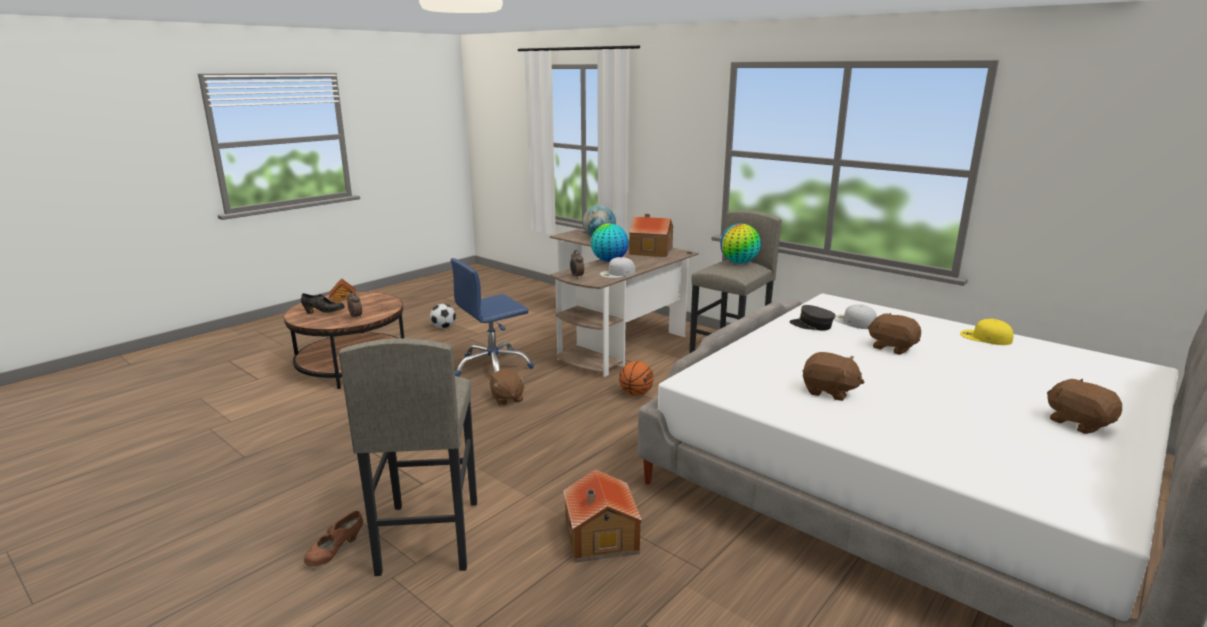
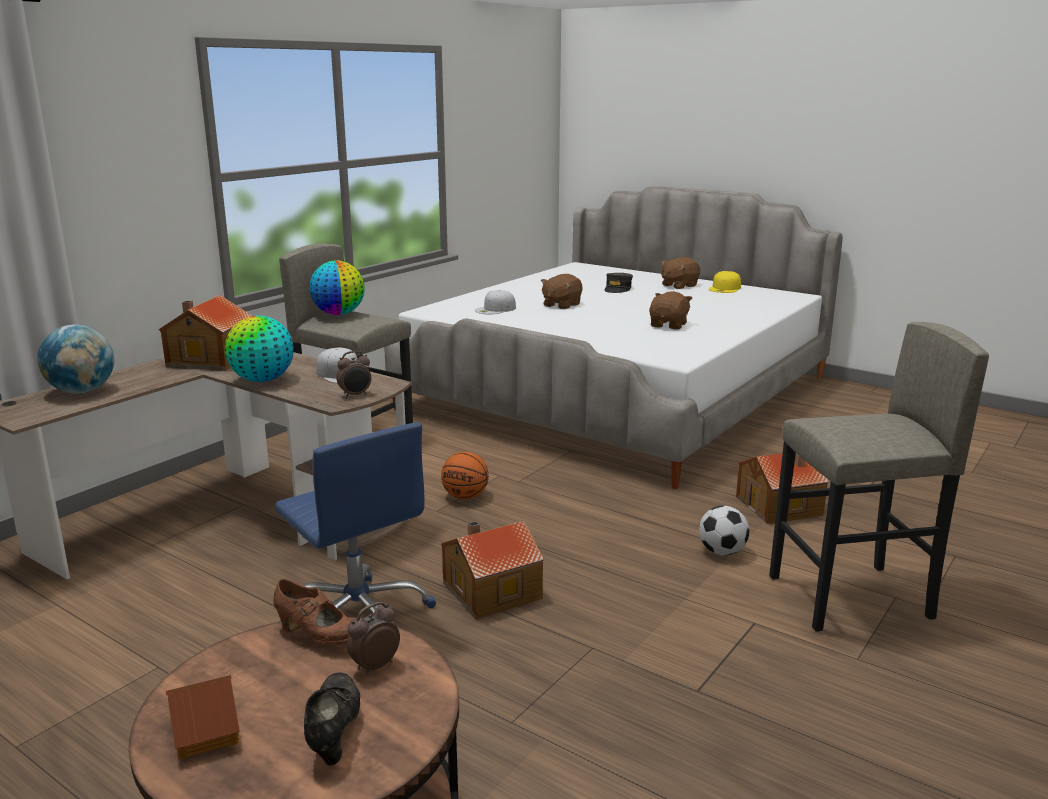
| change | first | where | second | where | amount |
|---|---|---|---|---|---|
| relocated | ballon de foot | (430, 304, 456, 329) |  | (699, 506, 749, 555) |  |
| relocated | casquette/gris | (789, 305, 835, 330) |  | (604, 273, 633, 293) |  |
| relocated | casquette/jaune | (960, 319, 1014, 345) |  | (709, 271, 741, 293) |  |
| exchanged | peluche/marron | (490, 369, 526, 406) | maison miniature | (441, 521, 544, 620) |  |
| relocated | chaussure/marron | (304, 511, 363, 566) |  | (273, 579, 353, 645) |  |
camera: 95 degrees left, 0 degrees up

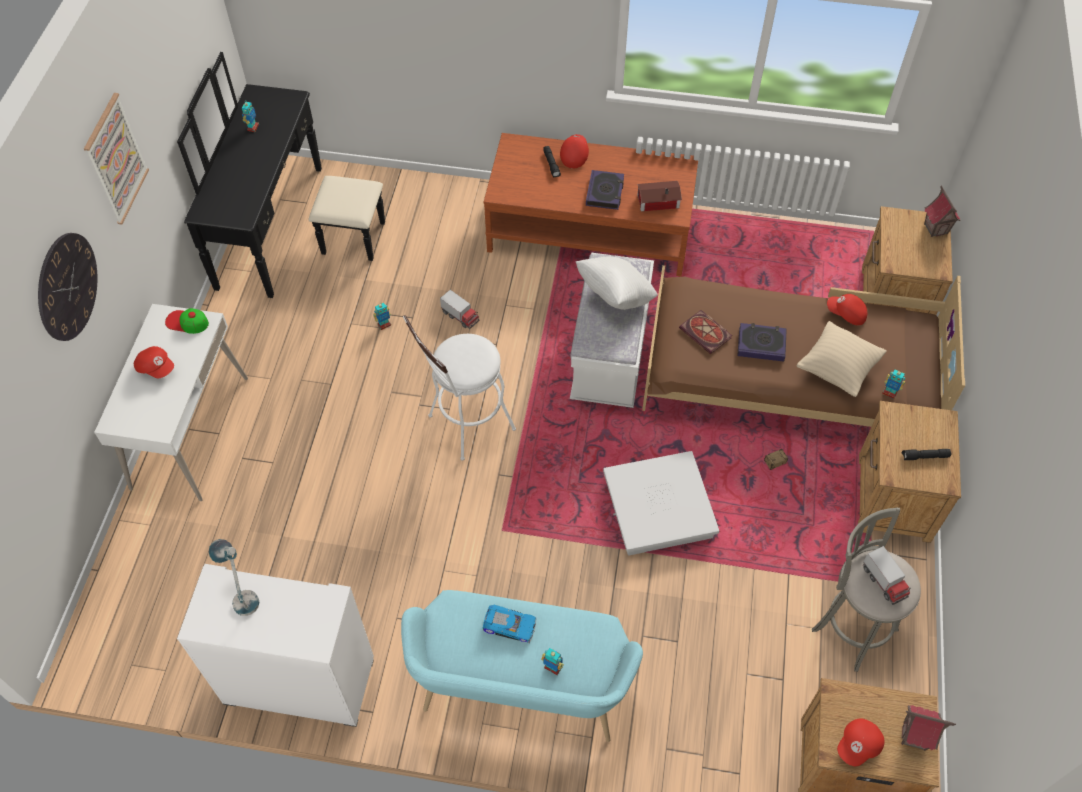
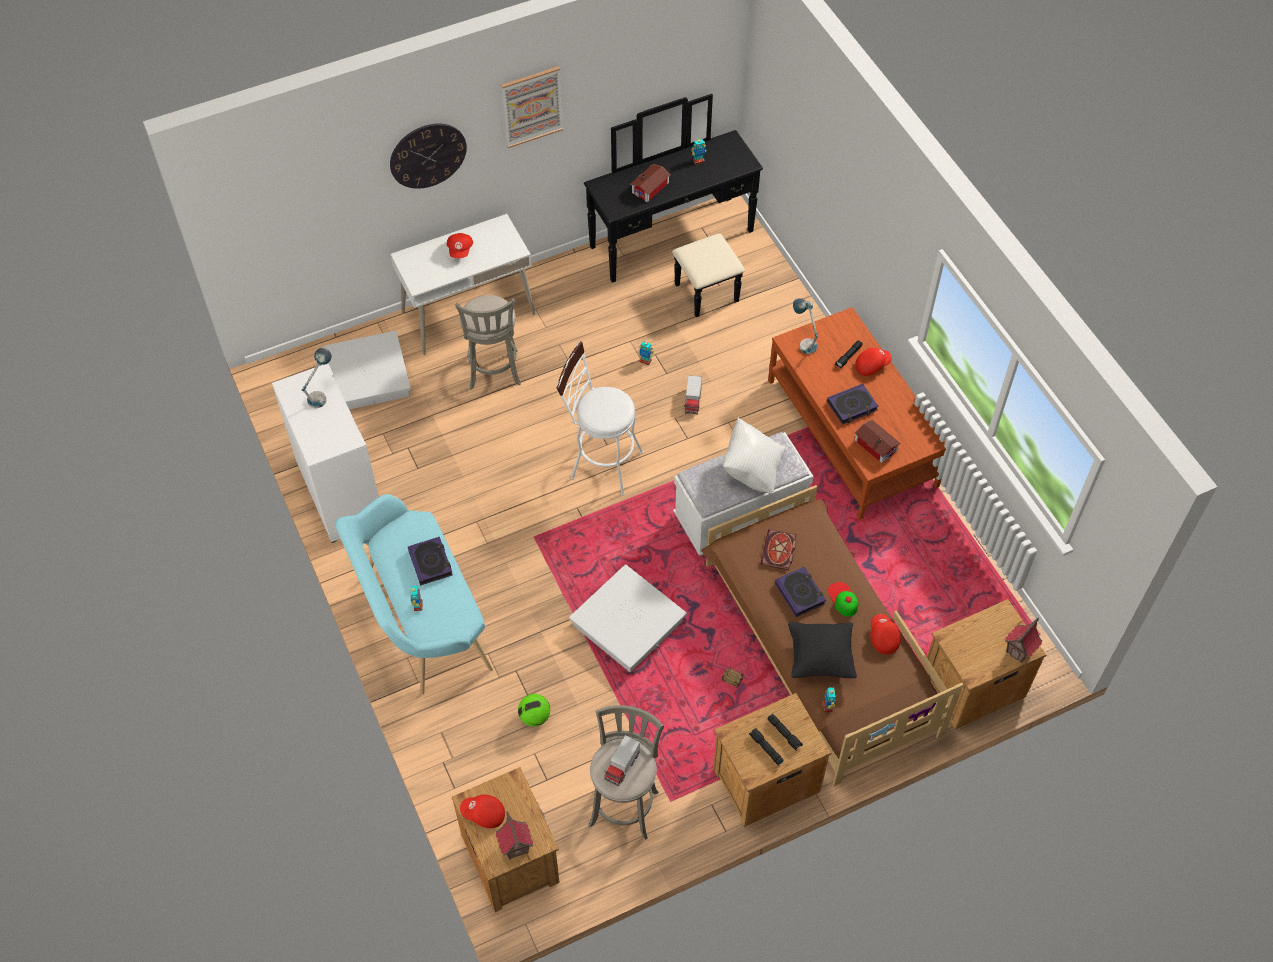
| change | first | where | second | where | amount |
|---|---|---|---|---|---|
| relocated | casquette | (165, 308, 209, 334) |  | (828, 582, 858, 617) |  |
| colour | coussin/beige | (797, 321, 886, 397) | coussin/noir | (788, 622, 857, 678) |  |
| exchanged | petite voiture | (483, 605, 536, 643) | livre | (408, 537, 453, 585) |  |
| appeared |  |  | maison miniature | (631, 164, 671, 202) |  |
| appeared |  |  | tabouret/gris | (455, 295, 521, 390) |  |
| appeared |  |  | lampe de table | (793, 298, 818, 354) |  |
| appeared |  |  | boîte de rangement/blanc | (323, 331, 411, 410) |  |
| appeared |  |  | ballon de foot | (518, 694, 550, 727) |  |
| appeared |  |  | lampe de poche/noir | (768, 714, 803, 750) |  |
camera: 55 degrees right, 0 degrees up

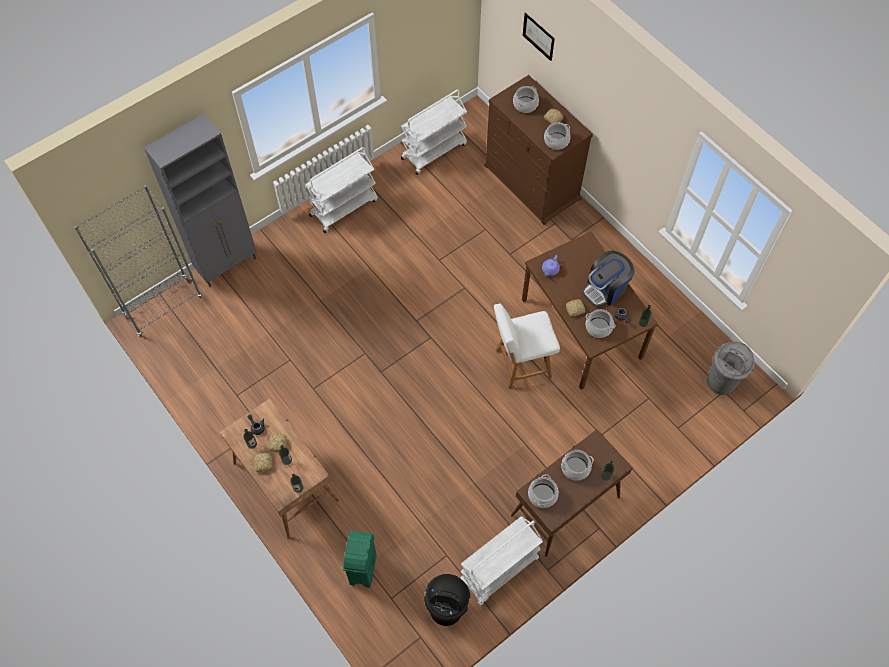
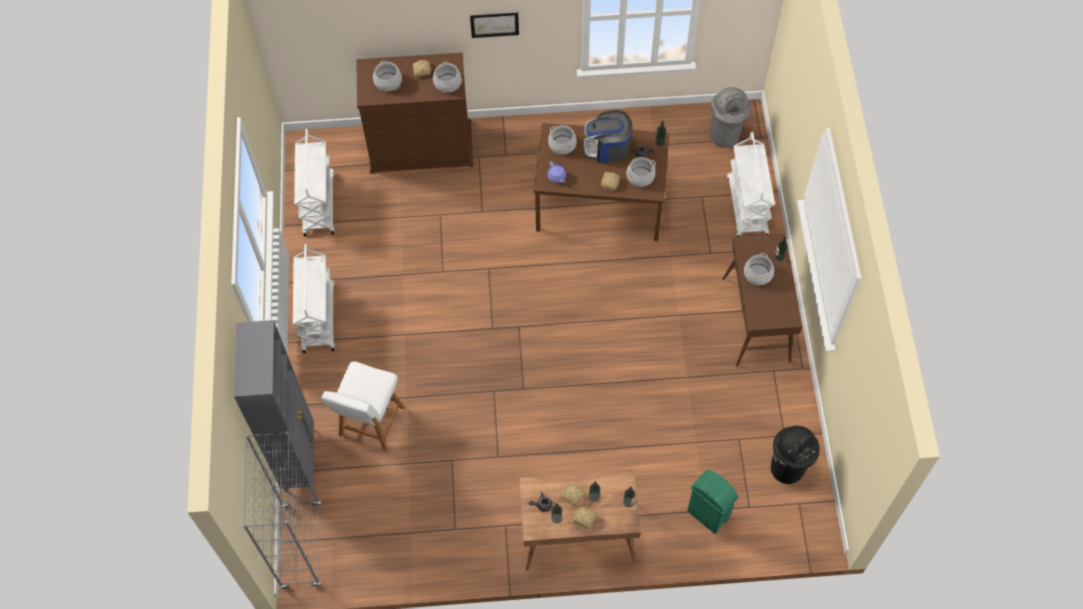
| change | first | where | second | where | amount |
|---|---|---|---|---|---|
| relocated | tableau | (523, 13, 555, 61) |  | (470, 13, 519, 38) |  |
| spun | machine à café | (582, 251, 635, 307) |  | (583, 110, 633, 163) | 90 degrees clockwise |
| relocated | chaise/blanc | (494, 304, 560, 389) |  | (321, 361, 404, 451) |  |
| relocated | marmite | (528, 474, 559, 508) |  | (548, 125, 577, 155) |  |
| relocated | chariot/blanc | (460, 516, 543, 606) |  | (727, 131, 775, 237) |  |
camera: 55 degrees left, 0 degrees up

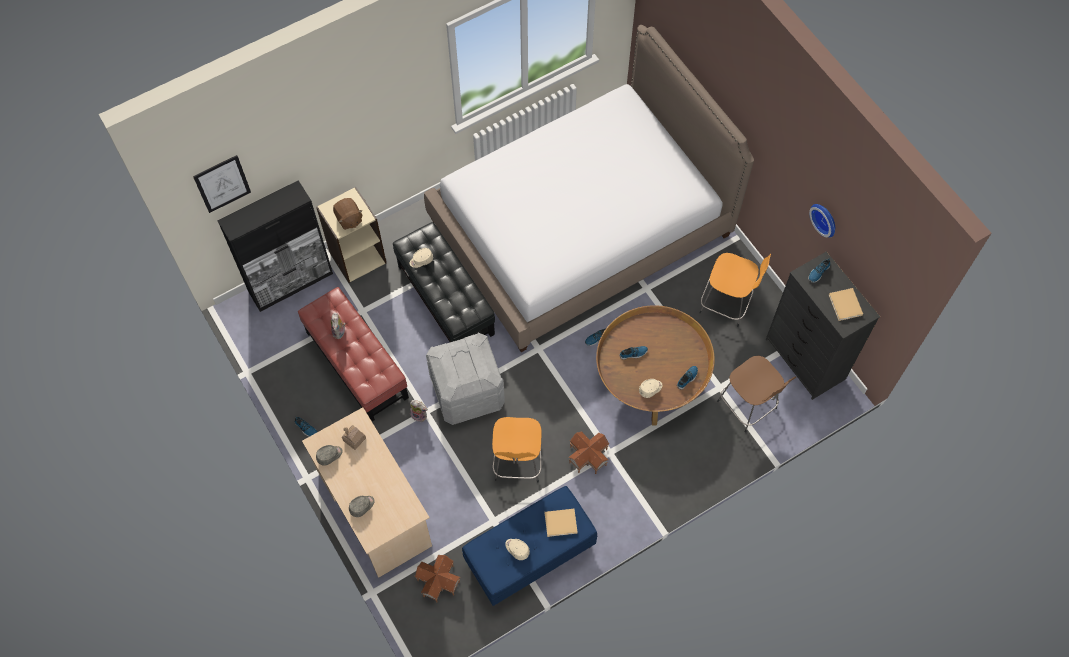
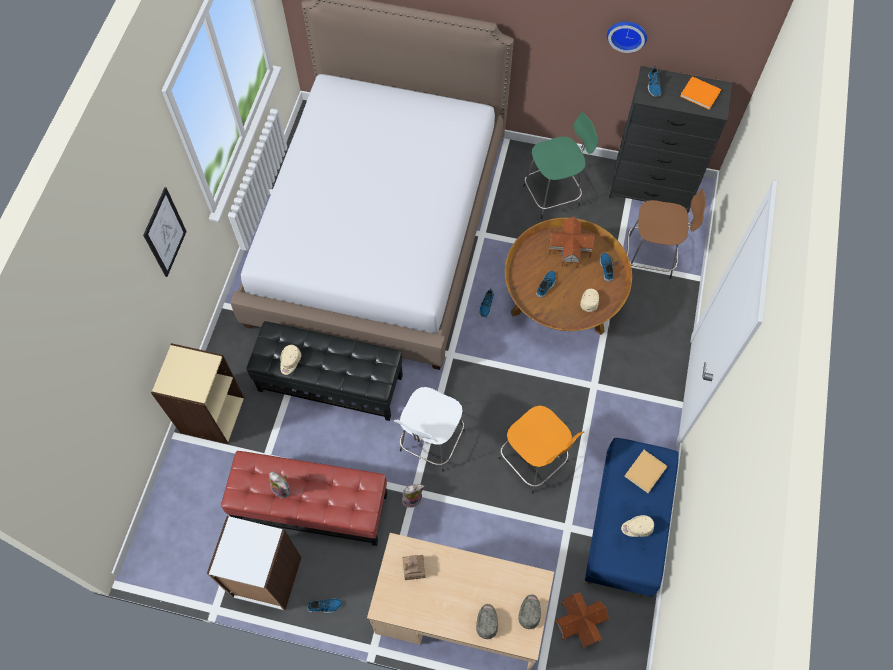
| change | first | where | second | where | amount |
|---|---|---|---|---|---|
| relocated | tableau | (193, 155, 251, 213) |  | (143, 187, 187, 277) |  |
| missing | meuble de rangement/noir | (217, 180, 333, 312) |  |  |  |
| missing | peluche/marron | (333, 198, 363, 230) |  |  |  |
| colour | tabouret/orange | (699, 253, 771, 327) | tabouret/vert | (523, 112, 598, 219) |  |
| colour | livre/beige | (829, 288, 863, 321) | livre/orange | (680, 76, 721, 110) |  |
| exchanged | boîte de rangement/gris | (426, 332, 505, 425) | tabouret/blanc | (394, 387, 465, 472) |  |
| relocated | maison miniature | (569, 431, 609, 474) |  | (549, 216, 595, 268) |  |
| relocated | casquette/gris | (316, 445, 342, 466) |  | (518, 594, 541, 629) |  |
| appeared |  |  | bibliothèque/blanc | (207, 516, 301, 611) |  |
camera: 45 degrees left, 0 degrees up

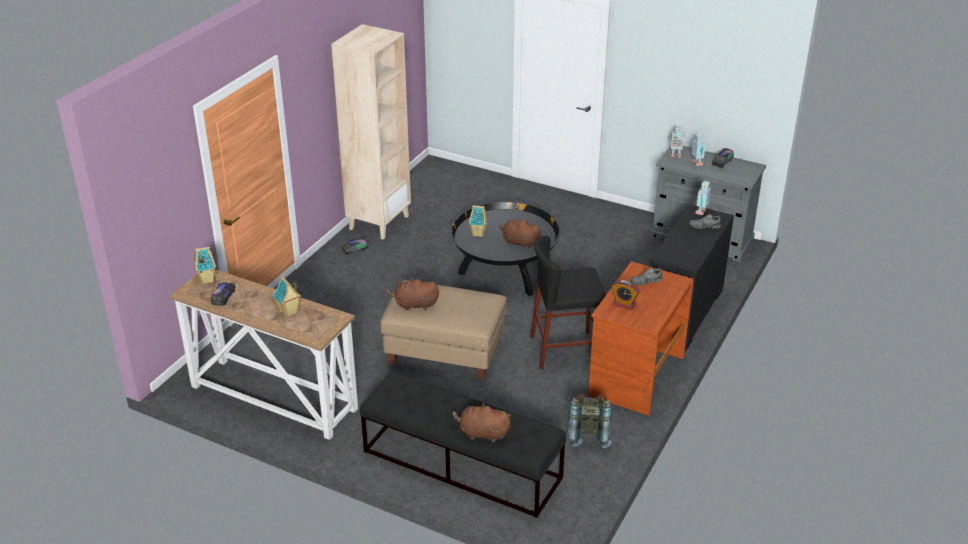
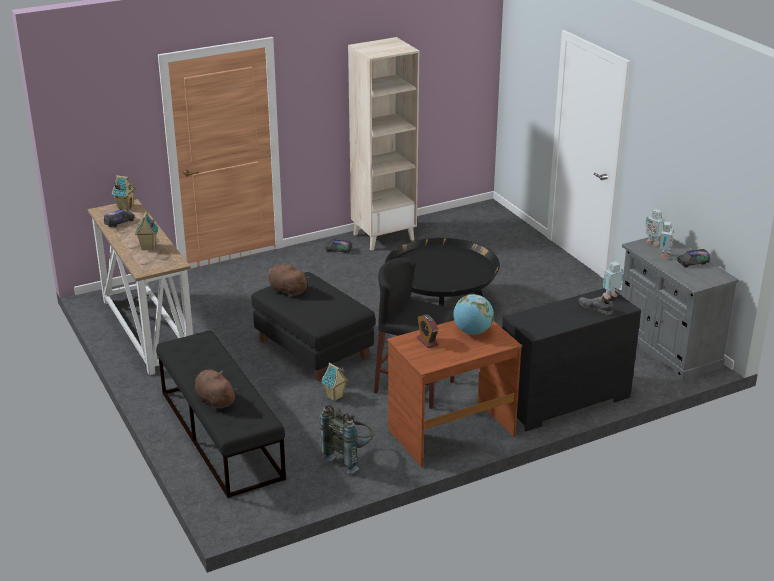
| change | first | where | second | where | amount |
|---|---|---|---|---|---|
| relocated | maison miniature | (469, 205, 488, 237) |  | (321, 363, 348, 402) |  |
| missing | peluche/marron | (499, 218, 543, 250) |  |  |  |
| exchanged | chaussure/gris | (630, 268, 663, 286) | globe | (453, 294, 494, 335) |  |
| colour | pouf/beige | (380, 280, 507, 379) | pouf/noir | (251, 272, 376, 381) |  |
camera: 35 degrees right, 5 degrees down

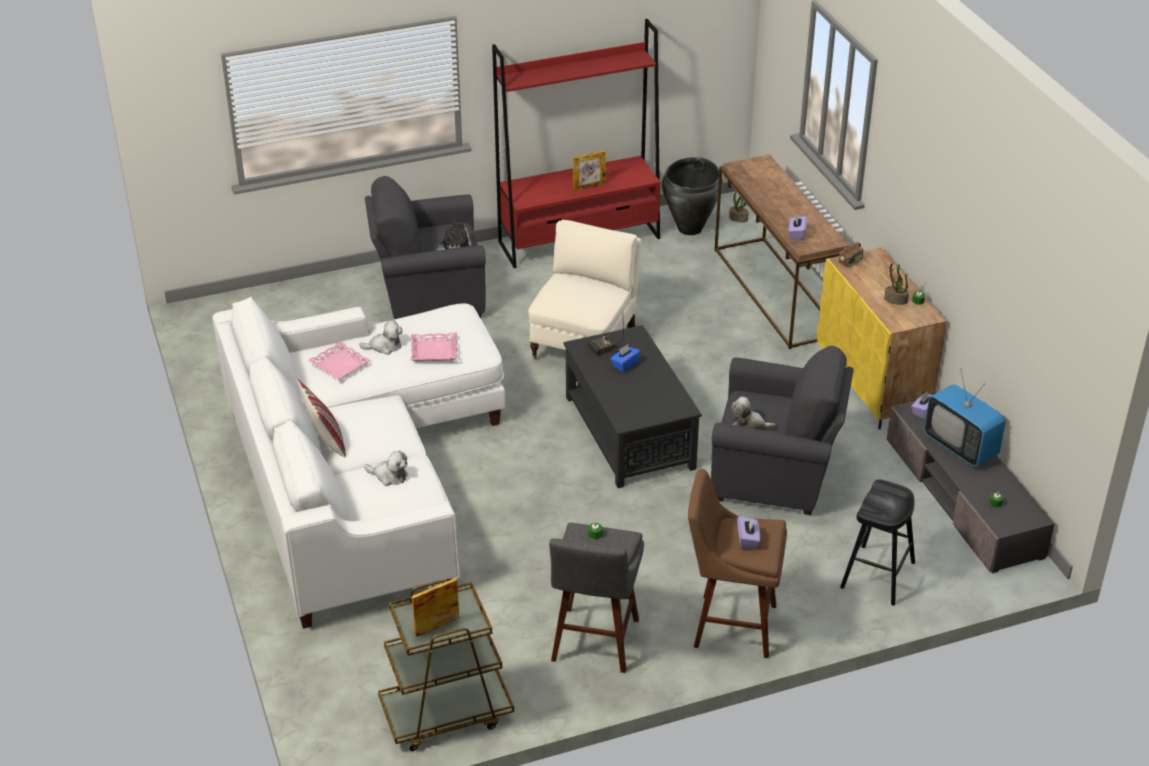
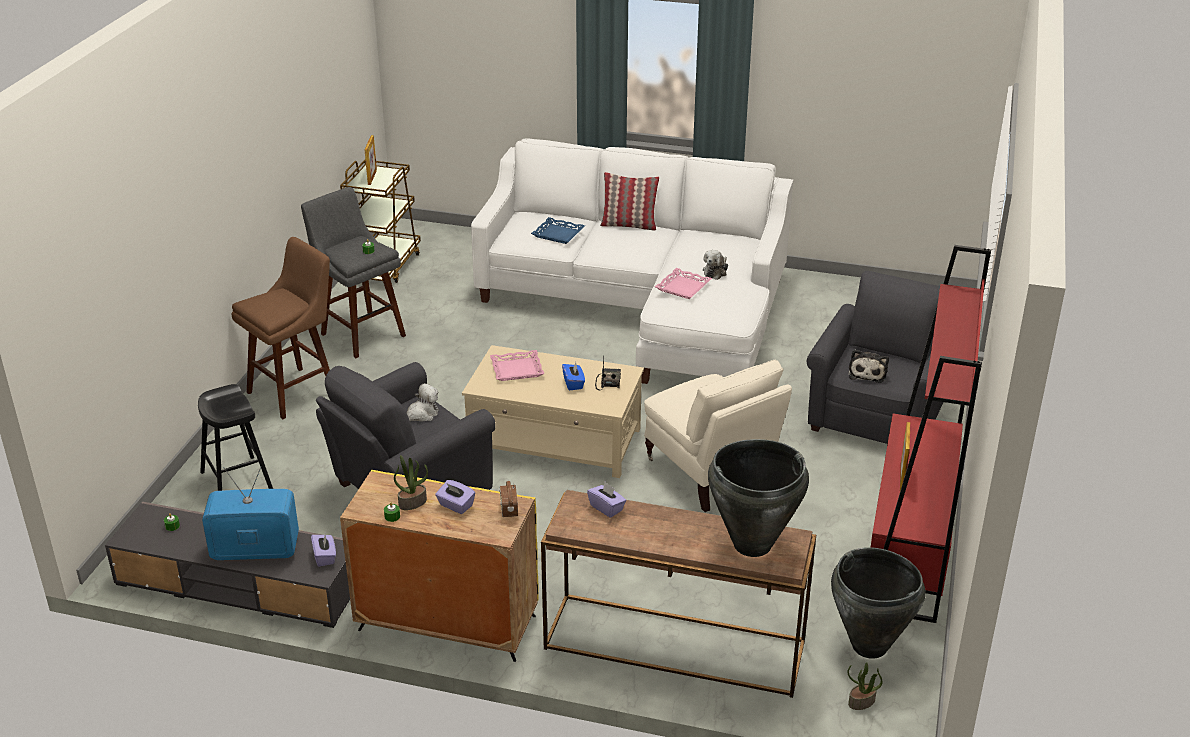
| change | first | where | second | where | amount |
|---|---|---|---|---|---|
| colour | table basse/noir | (564, 325, 702, 488) | table basse/beige | (462, 345, 644, 478) |  |
| relocated | plateau/rose | (308, 341, 371, 380) |  | (490, 350, 544, 381) |  |
| exchanged | peluche | (364, 451, 408, 486) | plateau/bleu | (531, 217, 585, 244) |  |
| relocated | boîte à mouchoirs/violet | (738, 517, 760, 549) |  | (435, 480, 475, 514) |  |
| appeared |  |  | vase/noir | (708, 439, 809, 557) |  |
camera: 125 degrees right, 5 degrees down

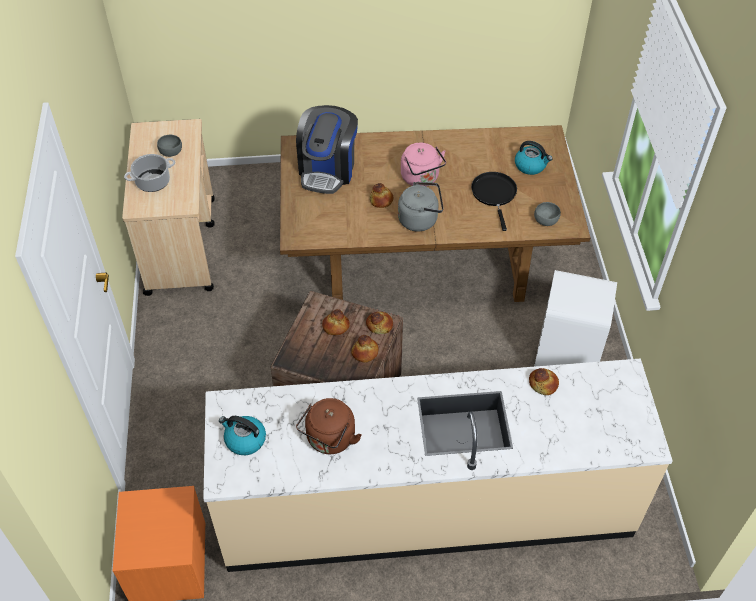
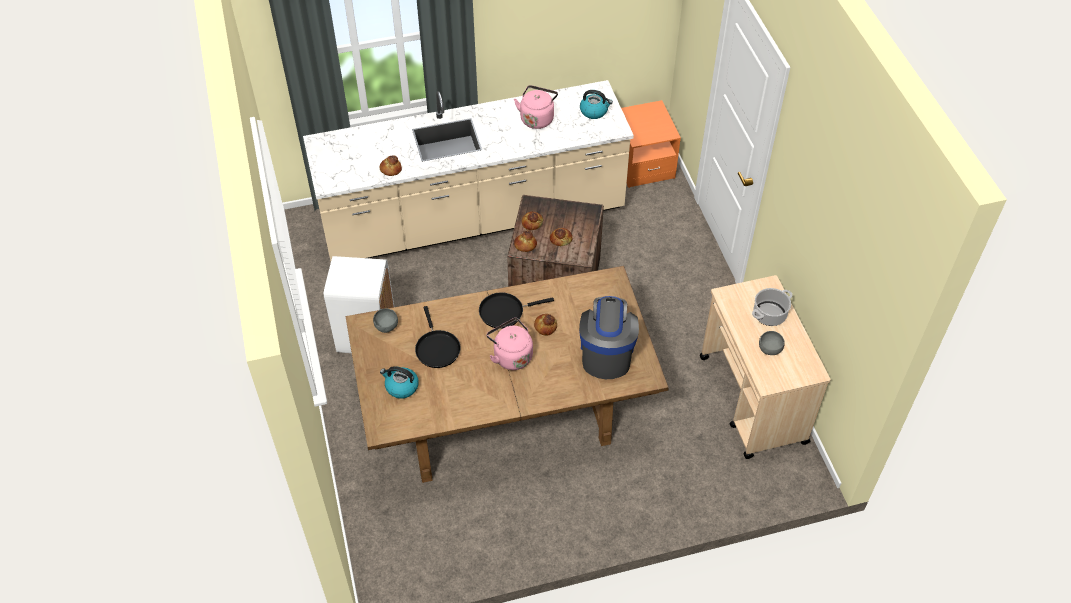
| change | first | where | second | where | amount |
|---|---|---|---|---|---|
| exchanged | bouilloire/gris | (398, 182, 443, 232) | poêle/noir | (479, 292, 554, 329) |  |
| colour | bouilloire/marron | (296, 398, 362, 454) | bouilloire/rose | (514, 85, 558, 129) |  |
camera: 170 degrees right, 0 degrees up

